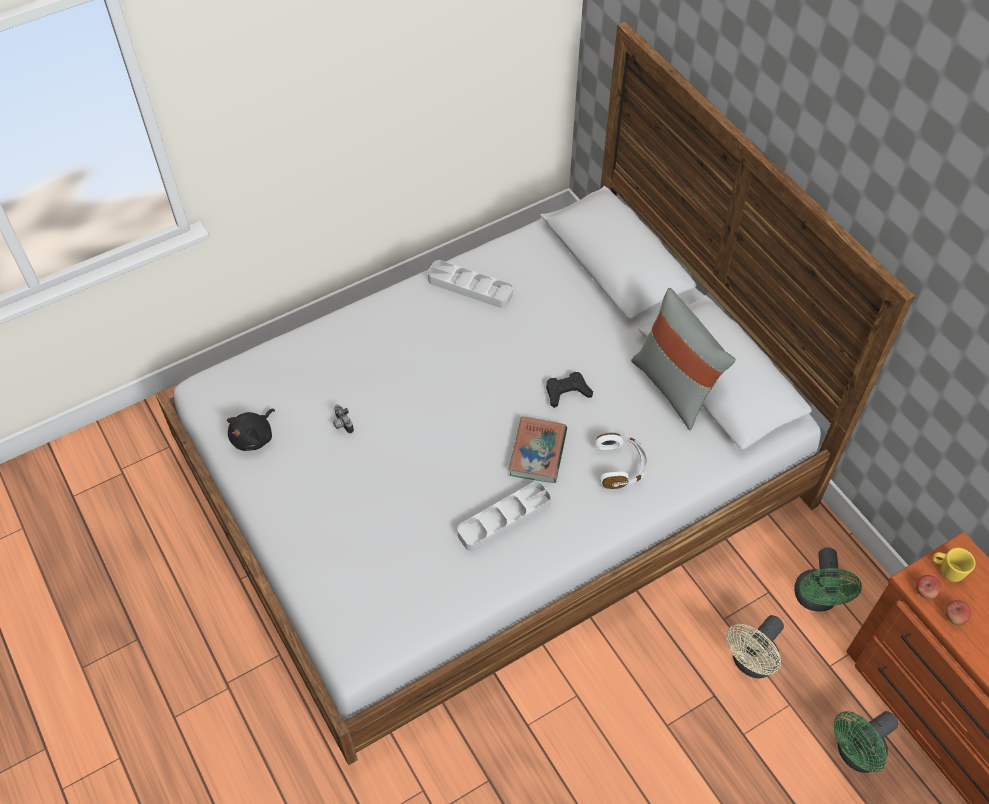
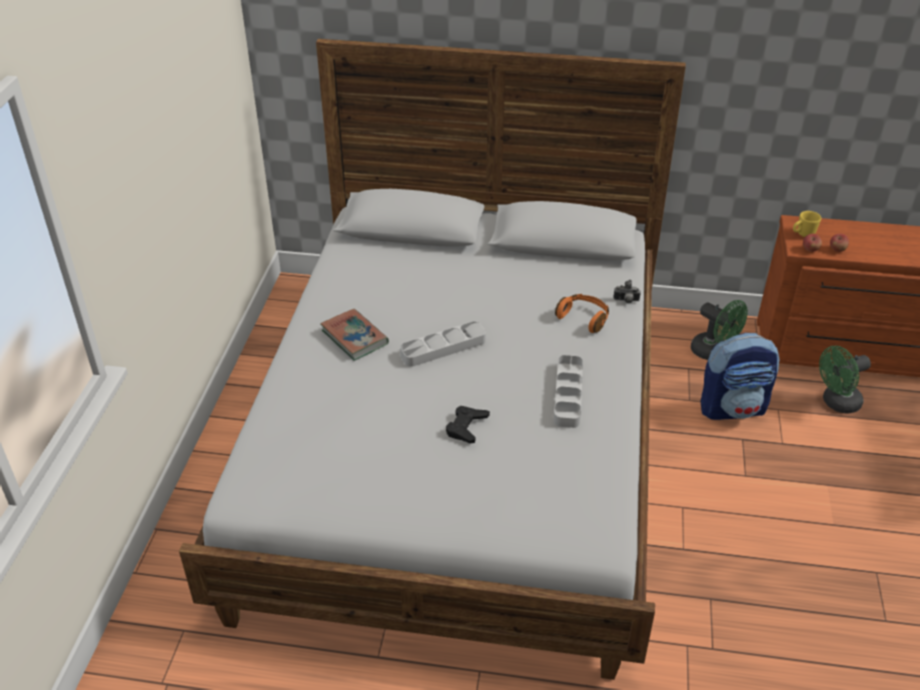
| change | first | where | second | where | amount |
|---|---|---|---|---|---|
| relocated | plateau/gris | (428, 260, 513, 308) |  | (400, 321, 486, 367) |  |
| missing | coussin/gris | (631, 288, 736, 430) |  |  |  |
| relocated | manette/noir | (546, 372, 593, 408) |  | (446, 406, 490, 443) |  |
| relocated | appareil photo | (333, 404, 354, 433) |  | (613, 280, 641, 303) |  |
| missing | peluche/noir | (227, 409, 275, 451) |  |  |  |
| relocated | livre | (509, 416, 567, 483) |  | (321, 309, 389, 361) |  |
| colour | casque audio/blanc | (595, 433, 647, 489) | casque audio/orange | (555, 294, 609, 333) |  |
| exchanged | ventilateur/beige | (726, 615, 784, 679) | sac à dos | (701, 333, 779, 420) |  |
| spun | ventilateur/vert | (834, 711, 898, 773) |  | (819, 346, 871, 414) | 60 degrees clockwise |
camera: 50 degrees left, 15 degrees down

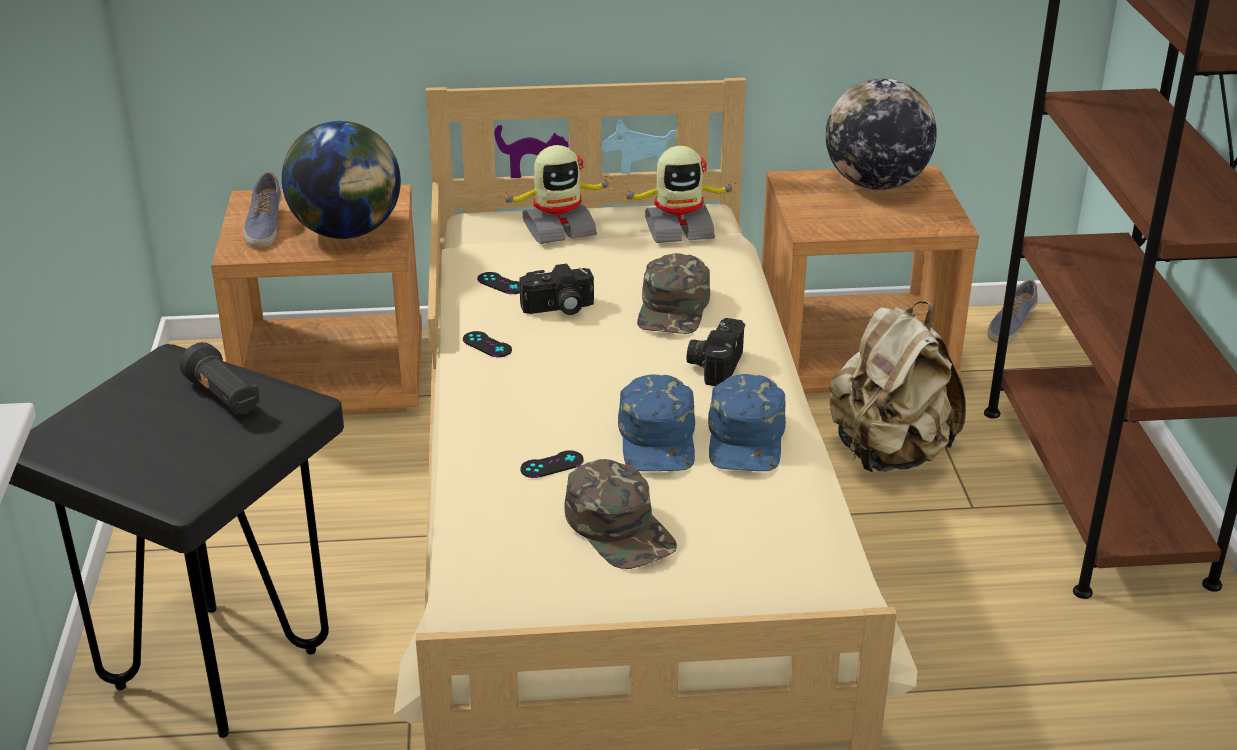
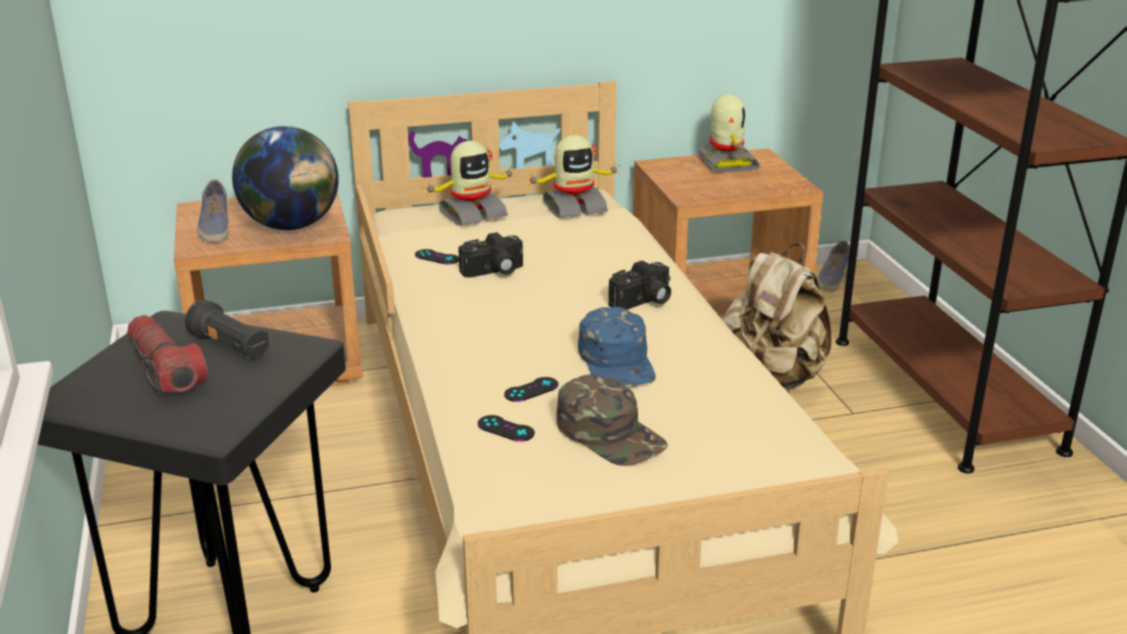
| change | first | where | second | where | amount |
|---|---|---|---|---|---|
| exchanged | globe | (826, 78, 937, 190) | robot jouet | (698, 94, 760, 172) |  |
| missing | casquette/vert | (637, 253, 710, 334) |  |  |  |
| spun | appareil photo | (687, 318, 745, 386) |  | (608, 261, 671, 310) | 135 degrees counterclockwise |
| relocated | manette/noir | (463, 331, 512, 357) |  | (478, 415, 535, 442) |  |
| missing | casquette/bleu | (708, 374, 786, 471) |  |  |  |
| appeared |  |  | lampe de poche | (127, 315, 208, 396) |  |
camera: 10 degrees left, 5 degrees down

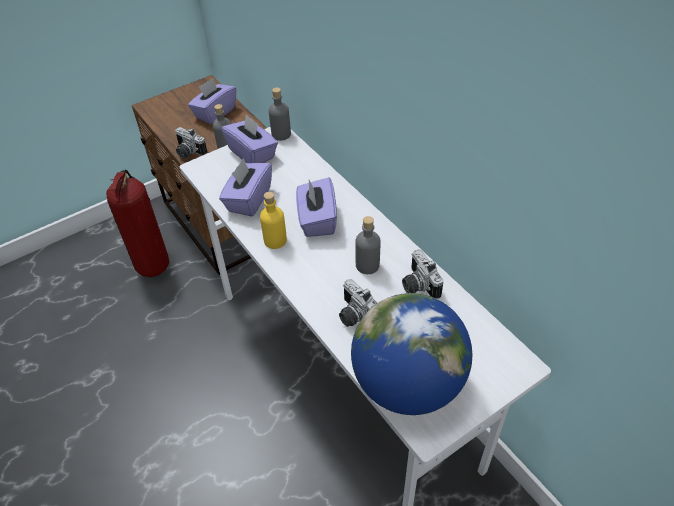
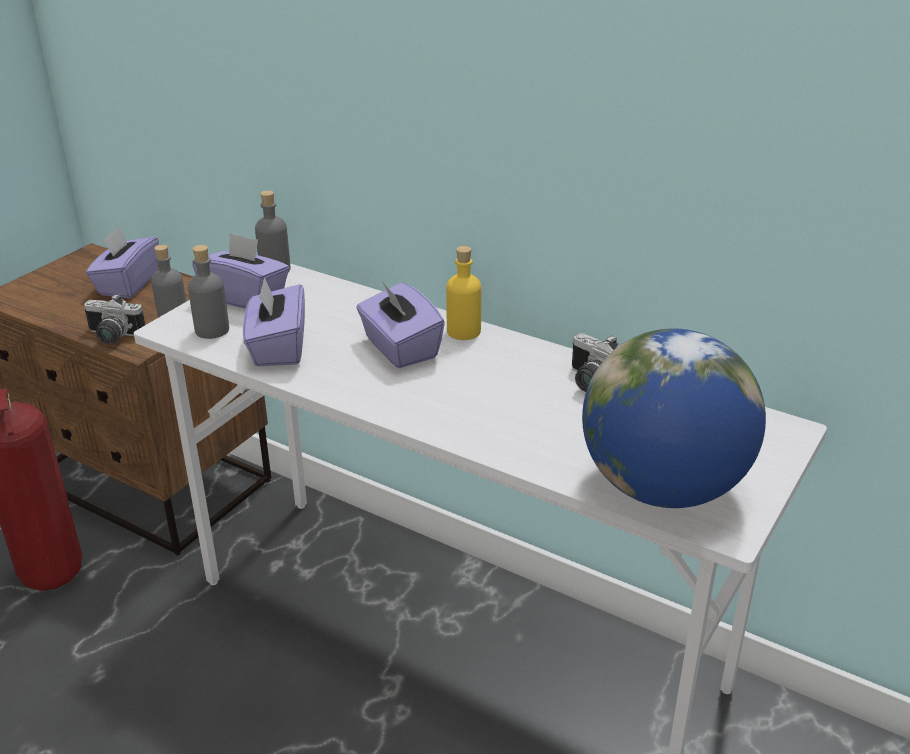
| change | first | where | second | where | amount |
|---|---|---|---|---|---|
| relocated | bouteille/jaune | (260, 192, 287, 249) |  | (446, 246, 481, 340) |  |
| relocated | bouteille/gris | (355, 216, 381, 274) |  | (188, 245, 229, 339) |  |
| missing | appareil photo | (339, 279, 377, 327) |  |  |  |
camera: 25 degrees left, 15 degrees down

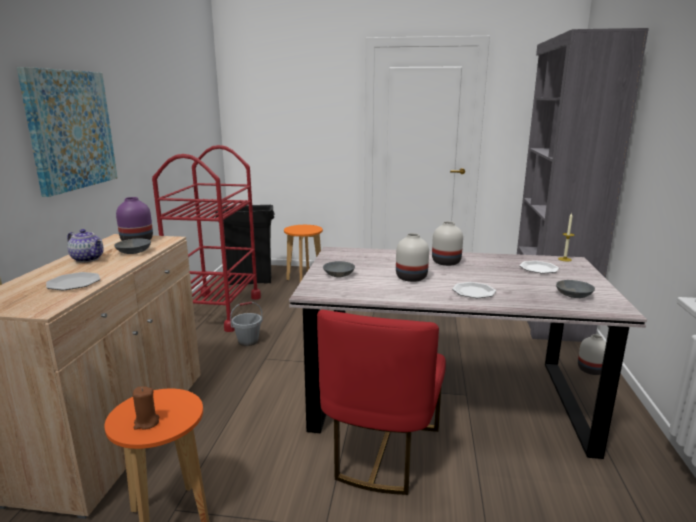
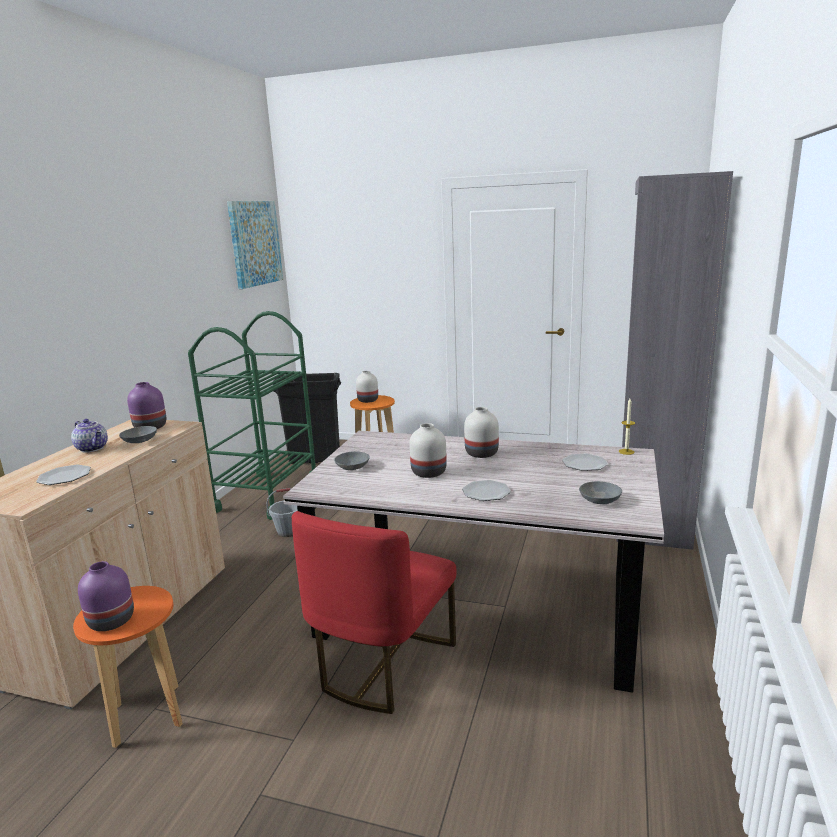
| change | first | where | second | where | amount |
|---|---|---|---|---|---|
| relocated | tableau | (17, 67, 118, 197) |  | (227, 201, 283, 289) |  |
| colour | chariot/rouge | (152, 145, 261, 332) | chariot/vert | (188, 311, 316, 520) |  |
| relocated | vase/blanc | (578, 334, 606, 375) |  | (356, 371, 378, 403) |  |
| exchanged | bougie/marron | (133, 386, 159, 430) | vase/violet | (78, 561, 134, 631) |  |
camera: 10 degrees right, 0 degrees up

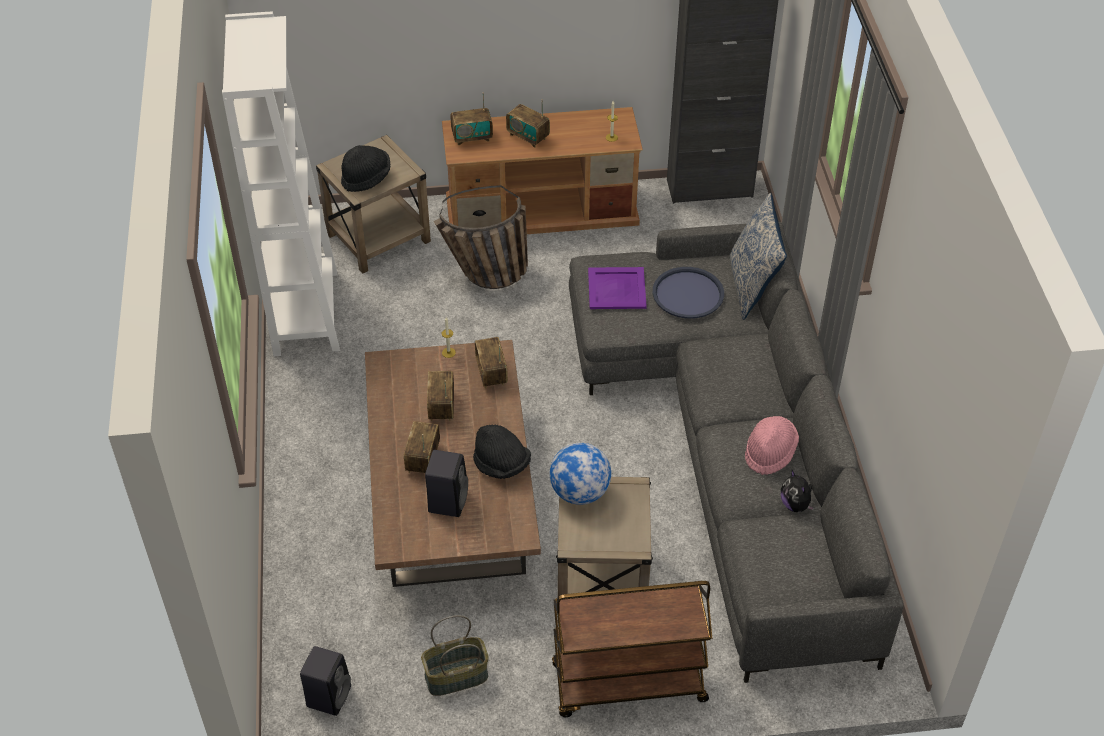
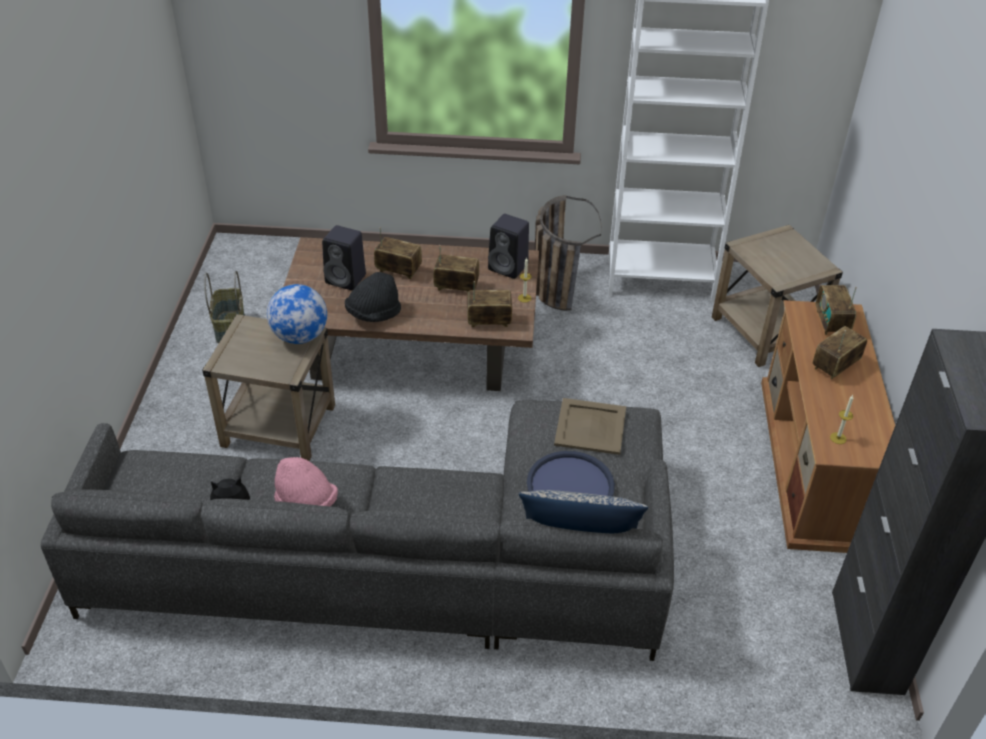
| change | first | where | second | where | amount |
|---|---|---|---|---|---|
| missing | chapeau/noir | (341, 145, 390, 192) |  |  |  |
| relocated | panier | (434, 185, 528, 289) |  | (535, 195, 602, 311) |  |
| colour | plateau/violet | (588, 267, 647, 309) | plateau/beige | (554, 398, 626, 455) |  |
| missing | chariot/marron | (552, 581, 712, 717) |  |  |  |
| relocated | enceinte/noir | (300, 646, 351, 716) |  | (488, 214, 529, 279) |  |
camera: 100 degrees right, 5 degrees down

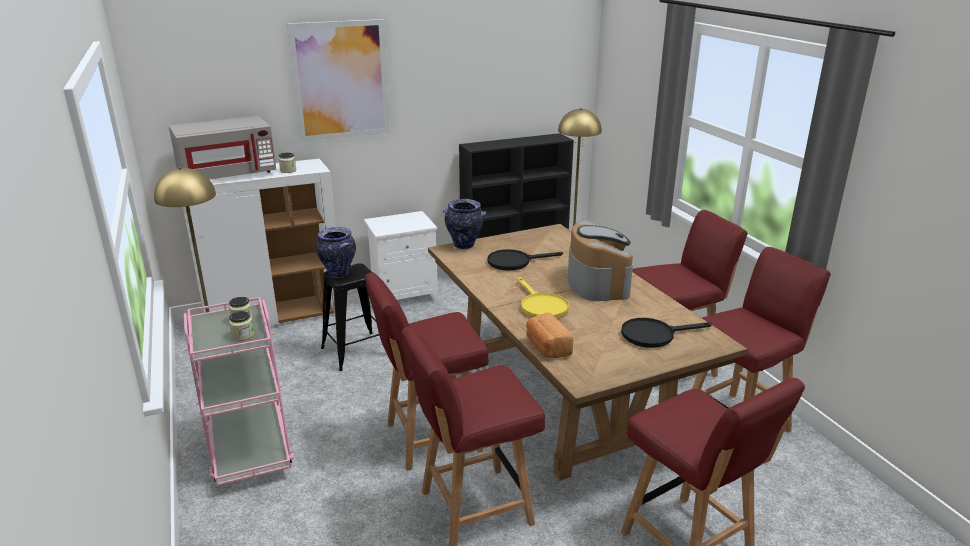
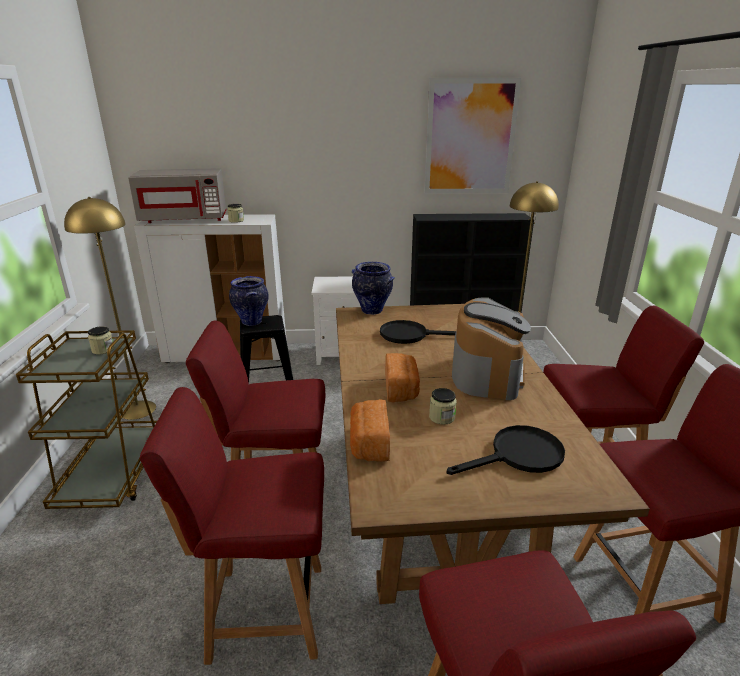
| change | first | where | second | where | amount |
|---|---|---|---|---|---|
| relocated | tableau | (287, 19, 390, 141) |  | (424, 78, 521, 194) |  |
| exchanged | poêle/jaune | (517, 277, 569, 318) | pain | (385, 353, 420, 403) |  |
| colour | chariot/rose | (184, 297, 294, 486) | chariot/marron | (16, 330, 157, 509) |  |
| relocated | bocal | (229, 311, 254, 341) |  | (429, 388, 457, 425) |  |
| spun | poêle/noir | (621, 318, 712, 348) |  | (447, 425, 565, 475) | 150 degrees clockwise |
camera: 20 degrees right, 0 degrees up

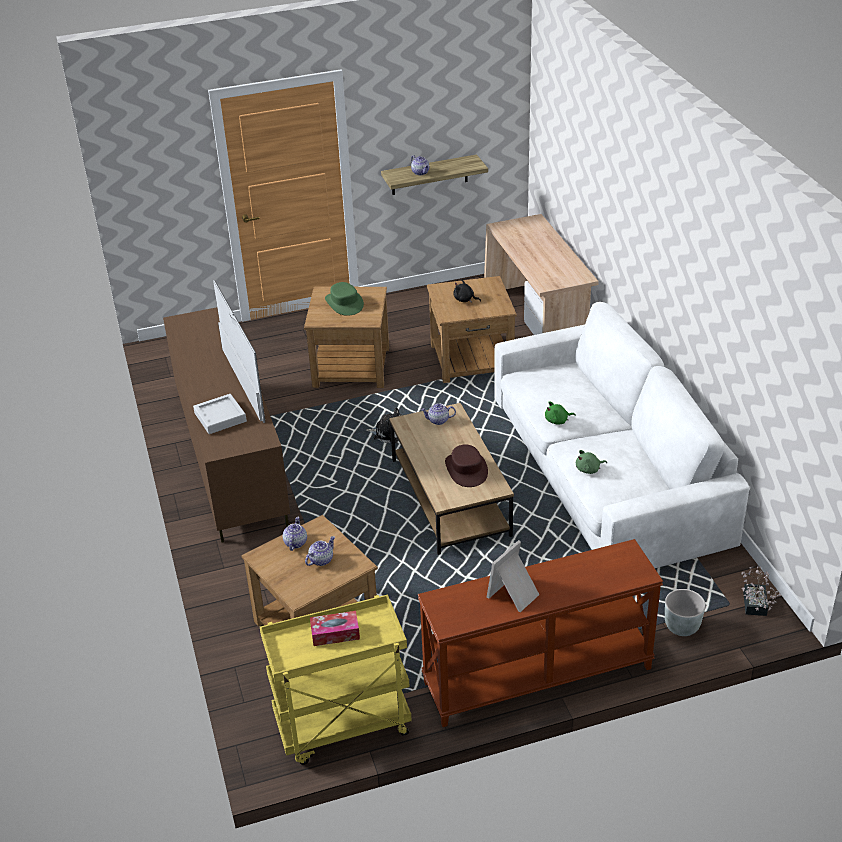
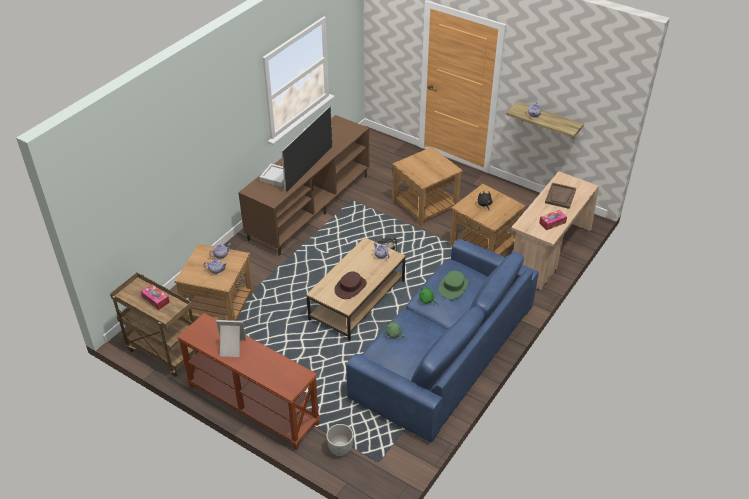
| change | first | where | second | where | amount |
|---|---|---|---|---|---|
| relocated | chapeau/vert | (325, 282, 364, 316) |  | (439, 271, 468, 299) |  |
| colour | canapé/blanc | (494, 302, 749, 568) | canapé/bleu | (346, 239, 539, 442) |  |
| missing | plante en pot | (741, 565, 781, 616) |  |  |  |
| colour | chariot/jaune | (260, 594, 412, 765) | chariot/marron | (110, 273, 196, 377) |  |
| appeared |  |  | plateau/marron | (545, 183, 576, 209) |  |
| appeared |  |  | boîte à mouchoirs | (539, 210, 567, 230) |  |
camera: 50 degrees right, 5 degrees up

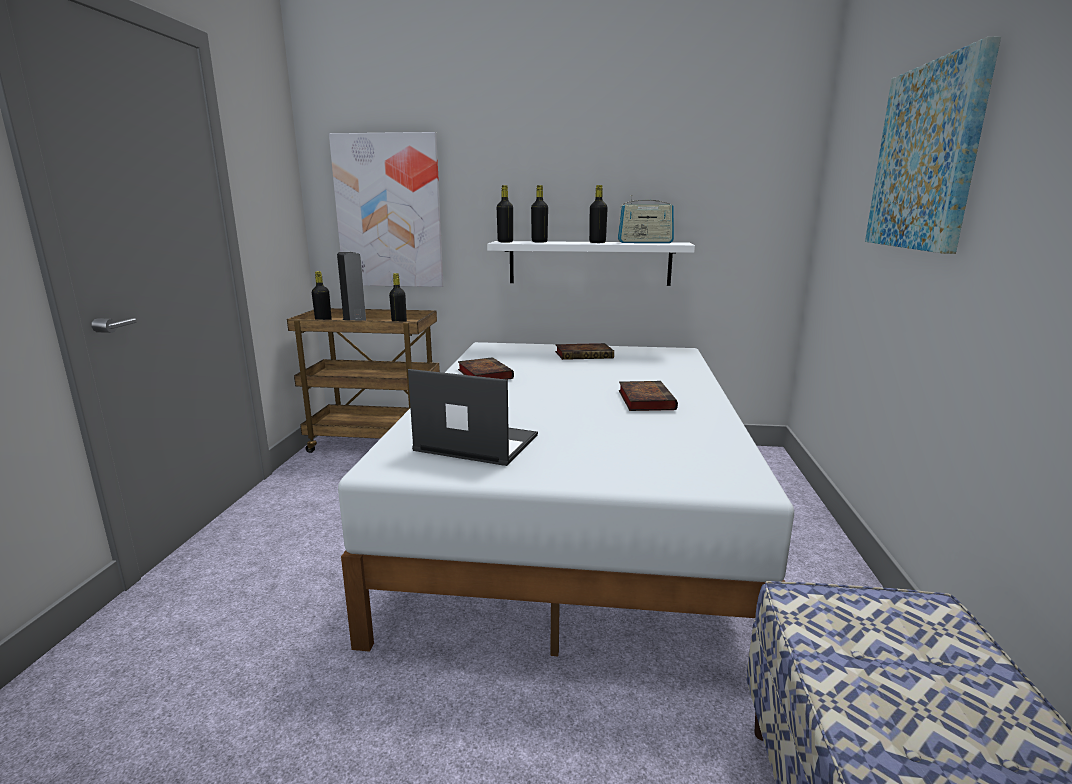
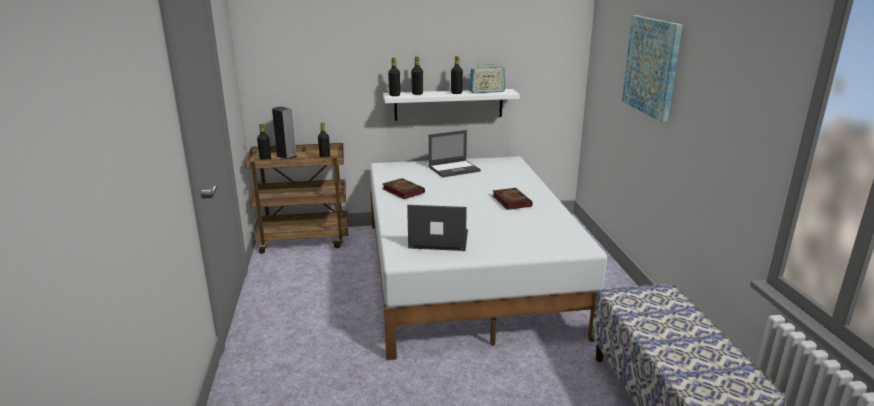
| change | first | where | second | where | amount |
|---|---|---|---|---|---|
| missing | tableau | (329, 132, 443, 287) |  |  |  |
| exchanged | livre | (555, 343, 614, 360) | ordinateur portable | (429, 130, 481, 177) |  |
camera: 15 degrees left, 5 degrees up

